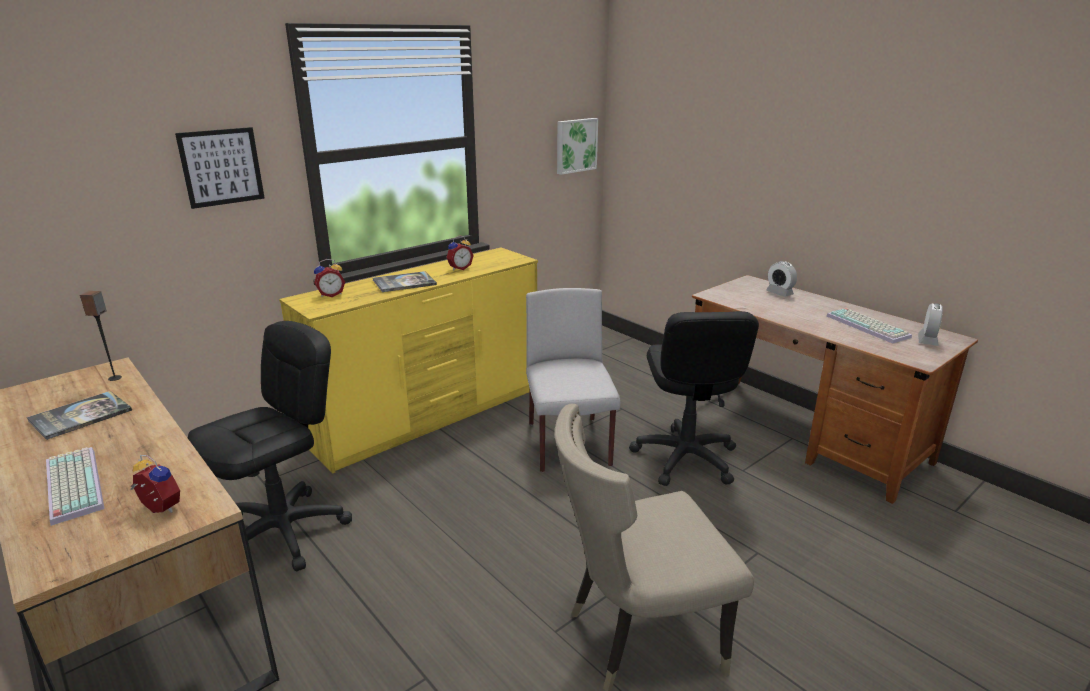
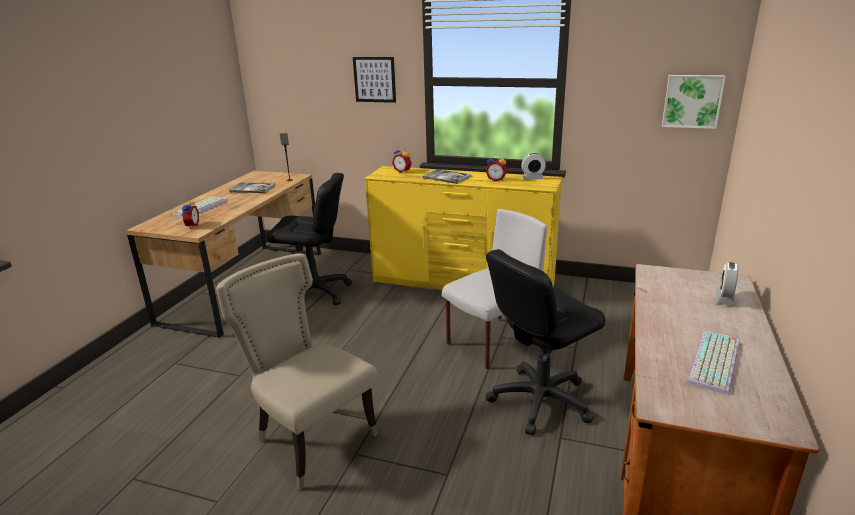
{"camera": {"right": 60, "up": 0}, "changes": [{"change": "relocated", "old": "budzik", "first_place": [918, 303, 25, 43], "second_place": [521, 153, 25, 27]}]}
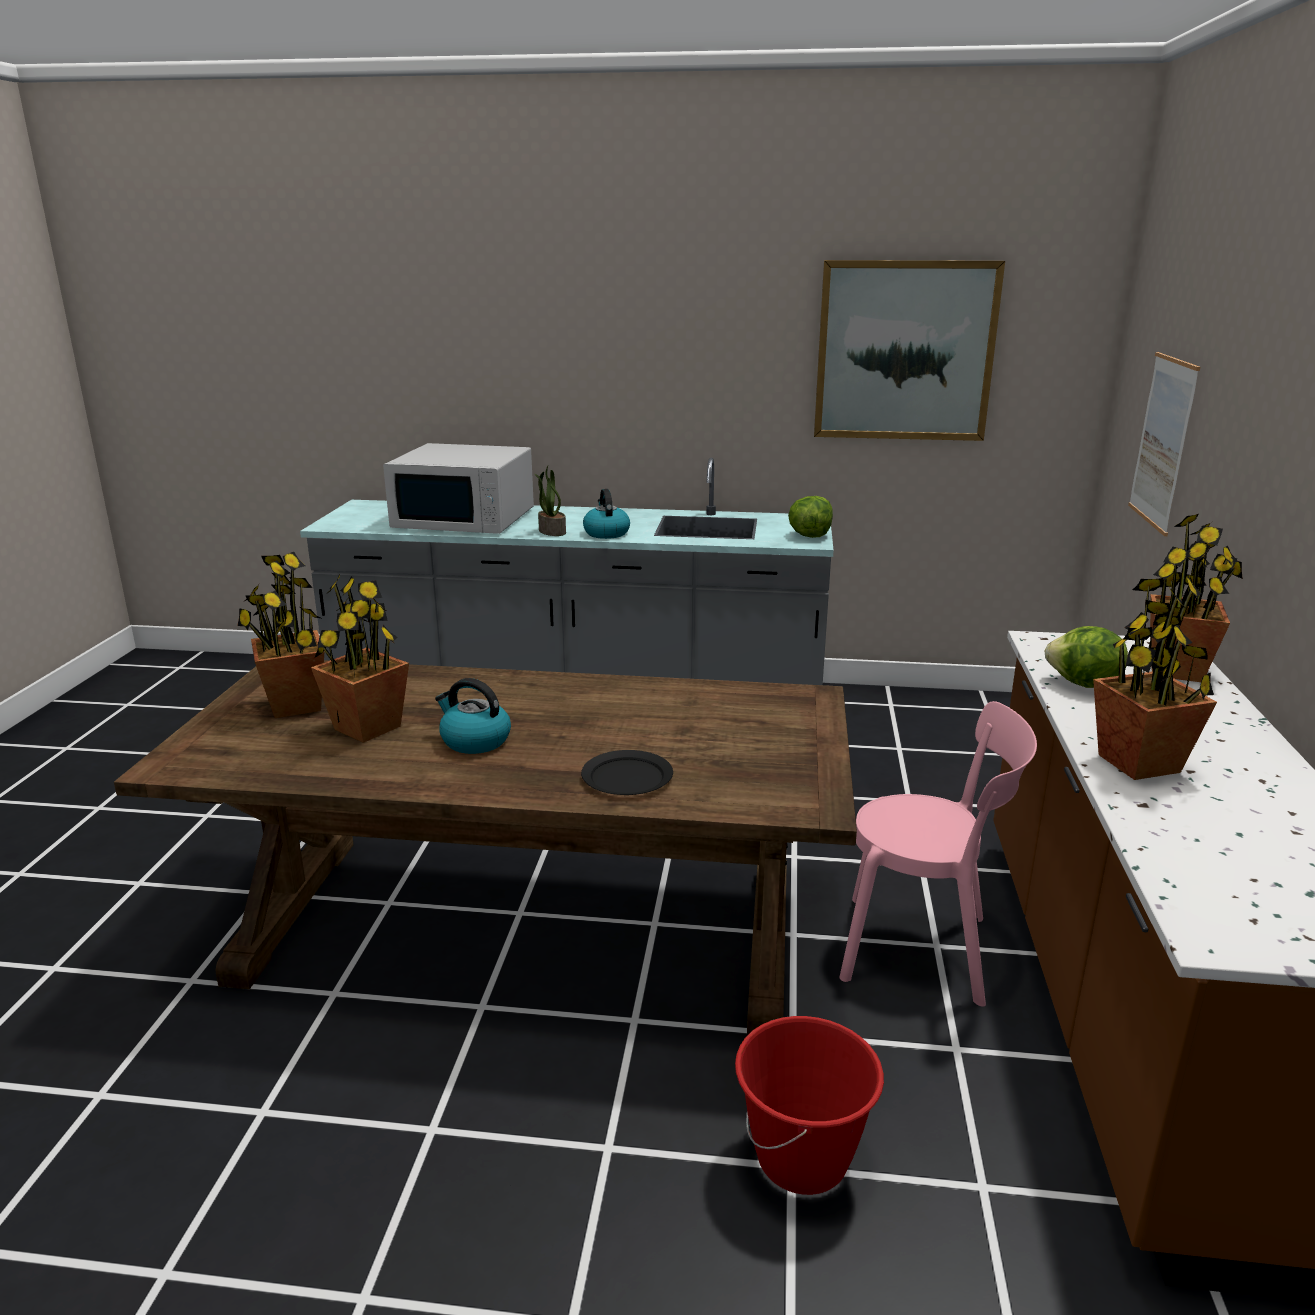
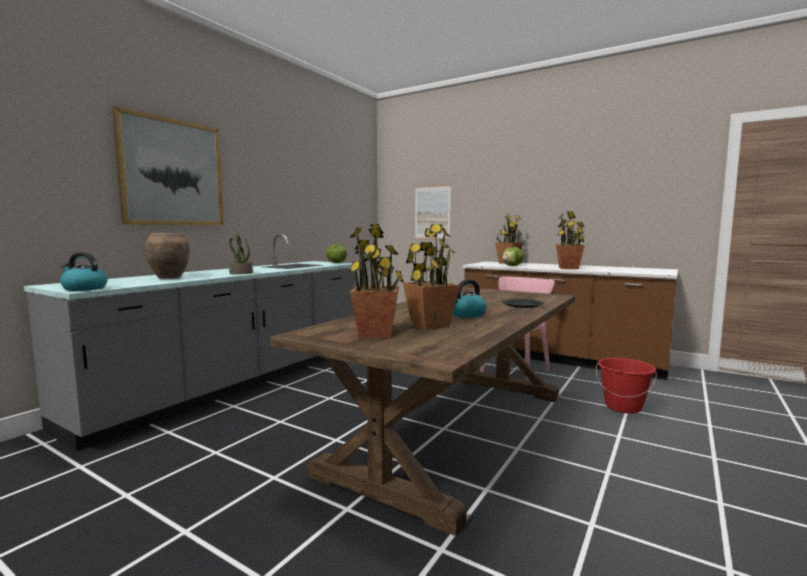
{"camera": {"right": -65, "up": -15}, "changes": [{"change": "relocated", "old": "czajnik", "first_place": [583, 489, 47, 50], "second_place": [60, 252, 48, 39]}, {"change": "relocated", "old": "obraz", "first_place": [814, 260, 191, 181], "second_place": [112, 106, 112, 119]}, {"change": "exchanged", "old": "mikrofalówka/biały", "new": "wazon/brązowy", "first_place": [383, 443, 151, 91], "second_place": [145, 233, 45, 46]}]}
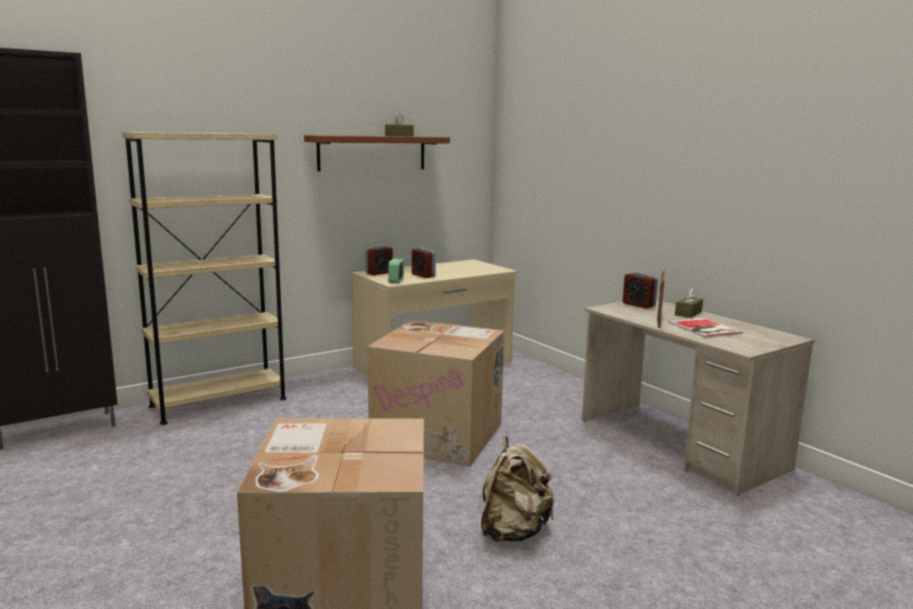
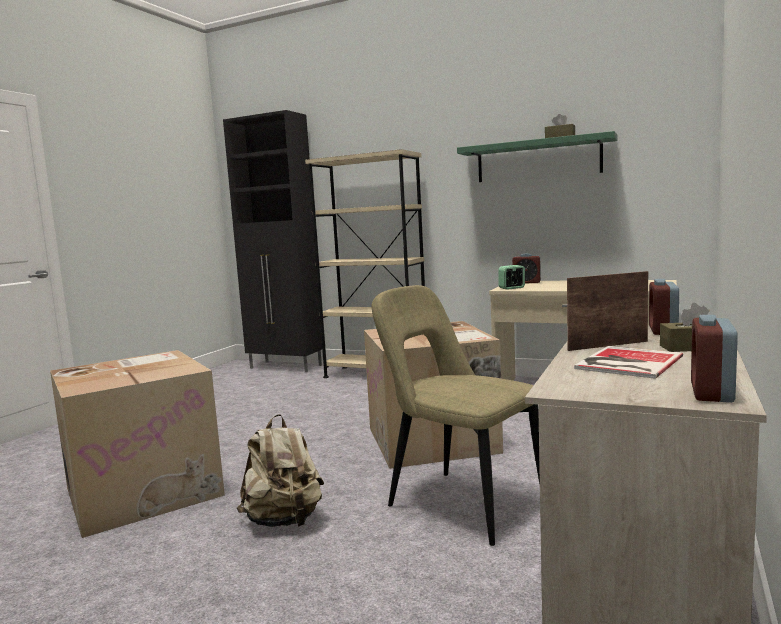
{"camera": {"right": 60, "up": -5}, "changes": [{"change": "appeared", "new": "krzesło/beżowy", "second_place": [372, 285, 168, 261]}, {"change": "relocated", "old": "budzik", "first_place": [412, 247, 24, 31], "second_place": [691, 315, 47, 88]}, {"change": "colour", "old": "półka/brązowy", "new": "półka/zielony", "first_place": [304, 135, 146, 36], "second_place": [457, 131, 160, 51]}]}
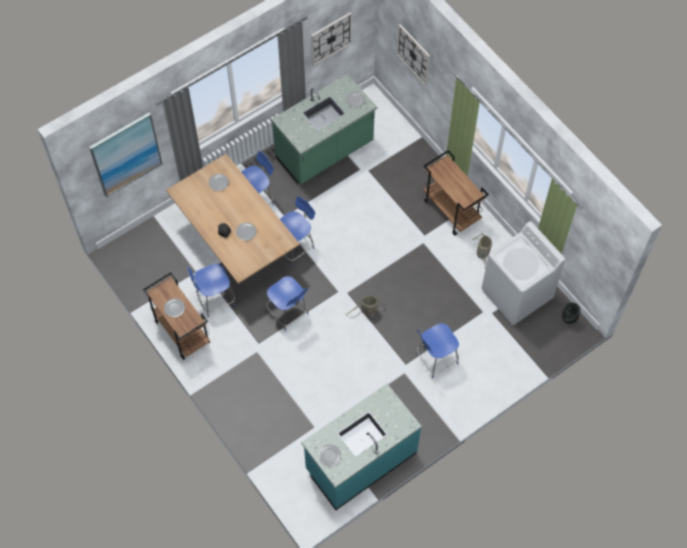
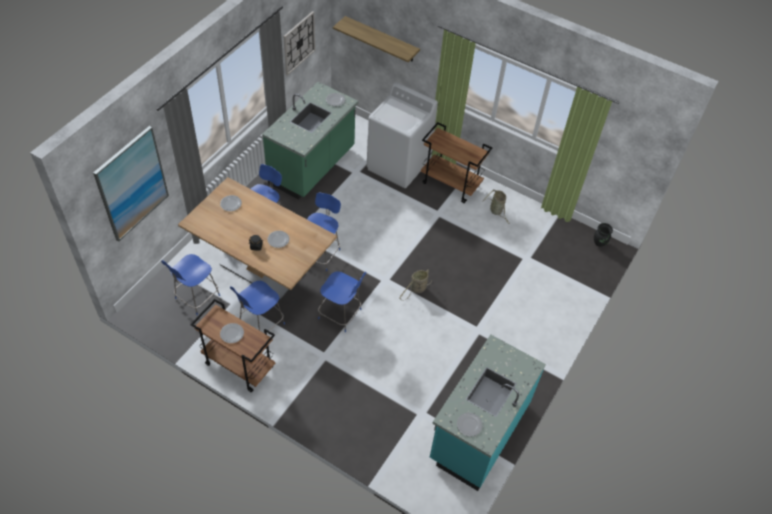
{"camera": {"right": -25, "up": -10}, "changes": [{"change": "relocated", "old": "krzesło/niebieski", "first_place": [416, 323, 43, 55], "second_place": [161, 254, 59, 62]}, {"change": "relocated", "old": "pralka/biały", "first_place": [481, 221, 84, 104], "second_place": [367, 82, 71, 106]}, {"change": "exchanged", "old": "zegar ścienny", "new": "półka", "first_place": [397, 24, 33, 62], "second_place": [333, 16, 87, 46]}]}
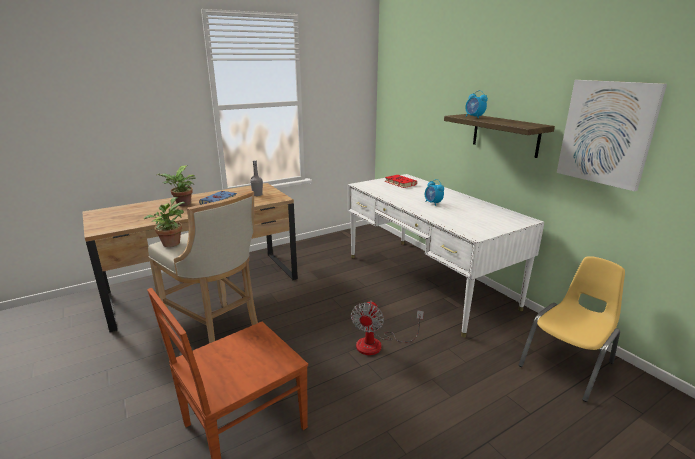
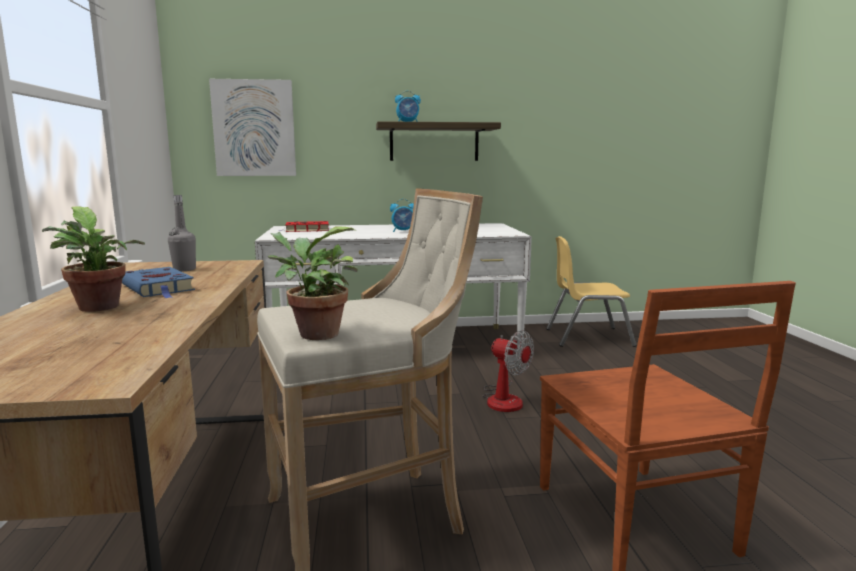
{"camera": {"right": -65, "up": -10}, "changes": [{"change": "relocated", "old": "obraz", "first_place": [557, 80, 110, 111], "second_place": [209, 79, 87, 97]}, {"change": "spun", "old": "krzesło/żółty", "first_place": [519, 256, 106, 146], "second_place": [546, 236, 90, 111], "degrees": -75}]}
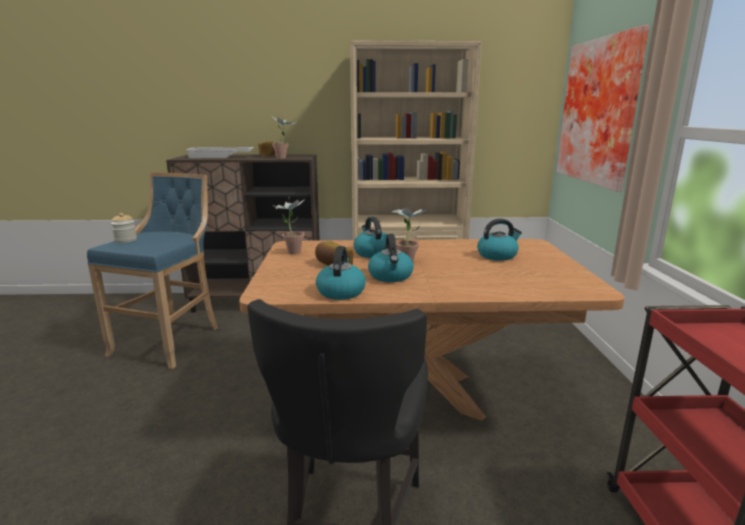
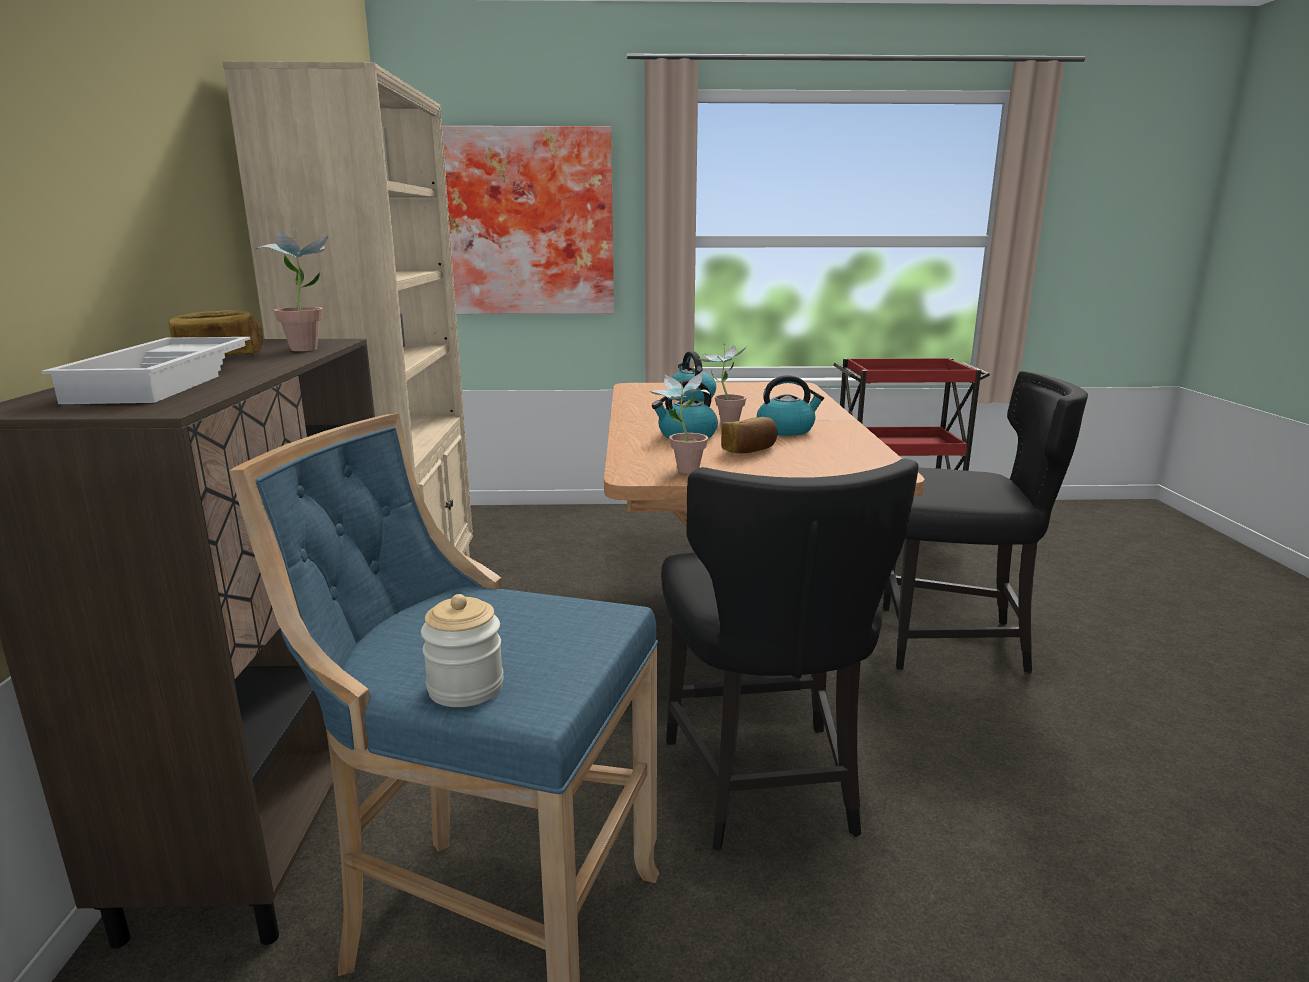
{"camera": {"right": -90, "up": 0}, "changes": [{"change": "missing", "old": "czajnik", "first_place": [316, 246, 50, 54]}, {"change": "appeared", "new": "krzesło/czarny", "second_place": [661, 458, 258, 393]}]}
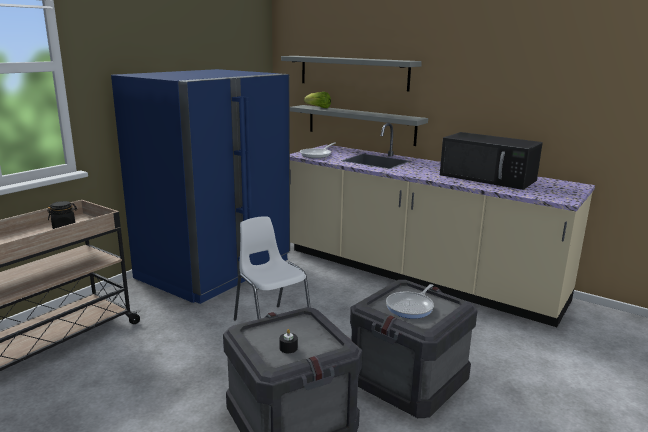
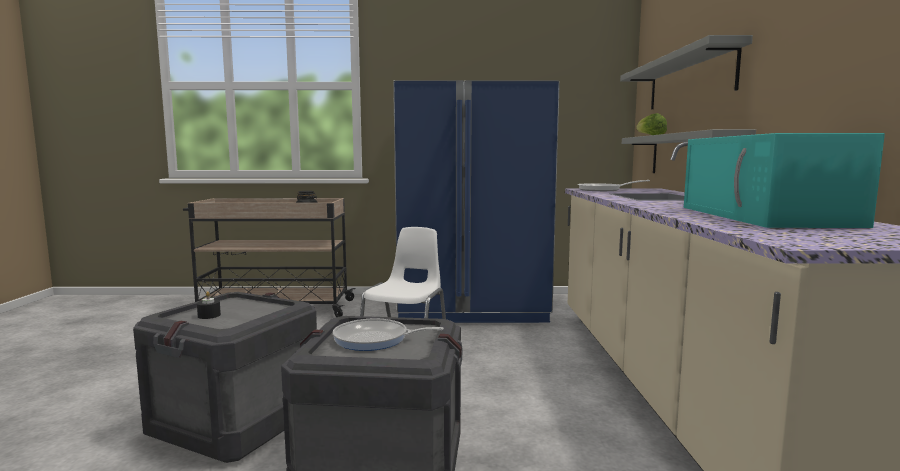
{"camera": {"right": 55, "up": -10}, "changes": [{"change": "colour", "old": "mikrofalówka/czarny", "new": "mikrofalówka/turkusowy", "first_place": [440, 132, 103, 58], "second_place": [684, 133, 201, 95]}]}
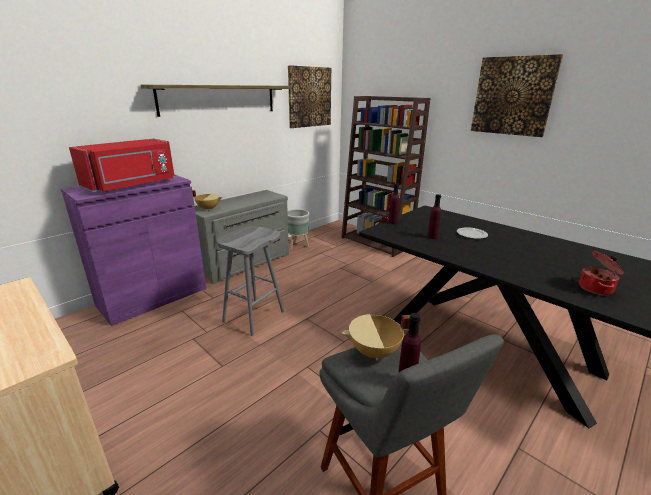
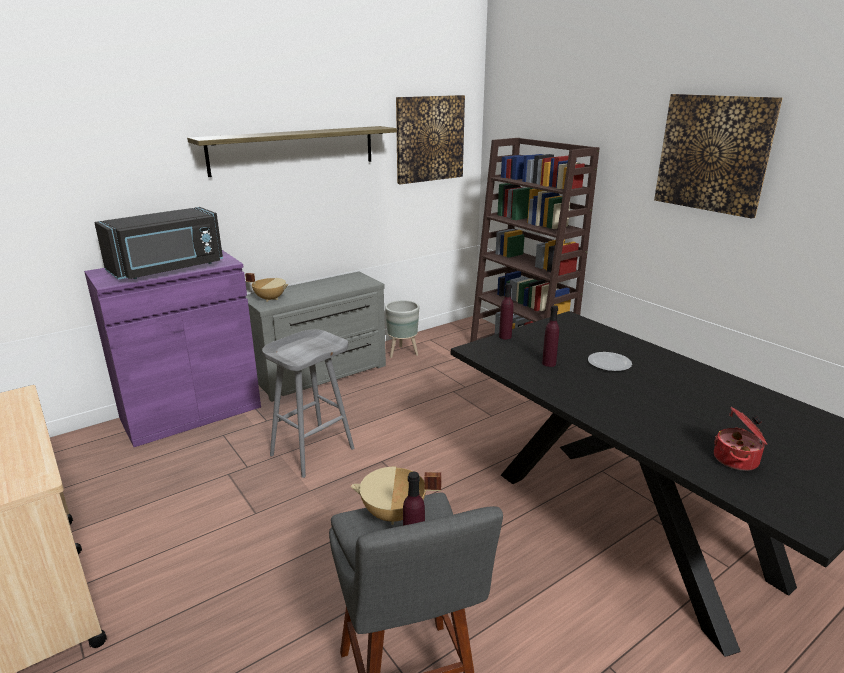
{"camera": {"right": 10, "up": 0}, "changes": [{"change": "colour", "old": "mikrofalówka/czerwony", "new": "mikrofalówka/czarny", "first_place": [69, 139, 106, 54], "second_place": [94, 207, 129, 73]}]}
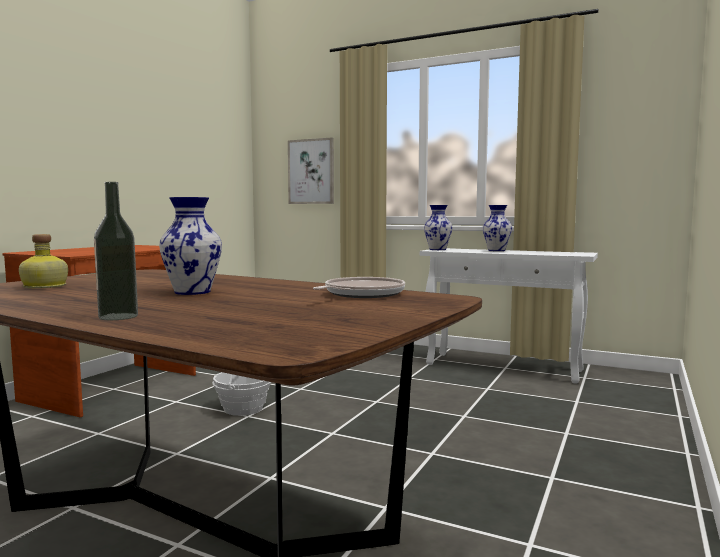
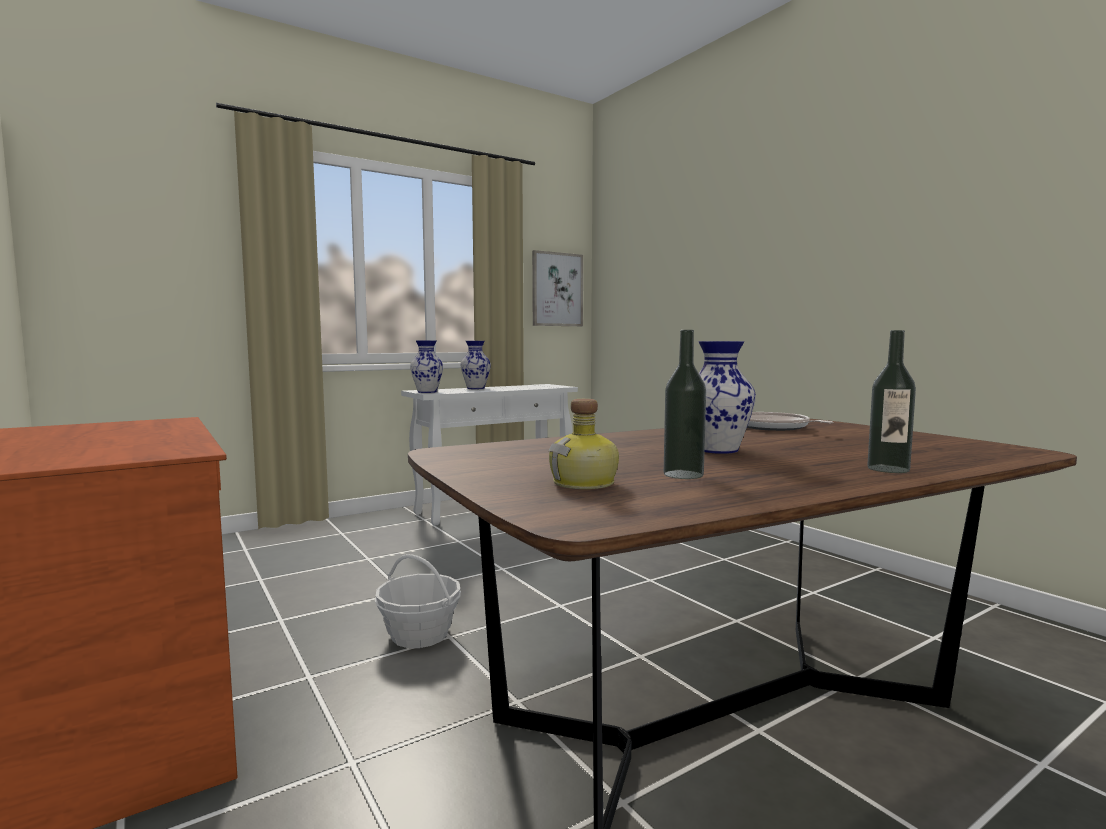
{"camera": {"right": -60, "up": 0}, "changes": [{"change": "appeared", "new": "butelka", "second_place": [664, 330, 42, 149]}, {"change": "relocated", "old": "obraz", "first_place": [288, 137, 46, 67], "second_place": [532, 250, 51, 76]}]}
